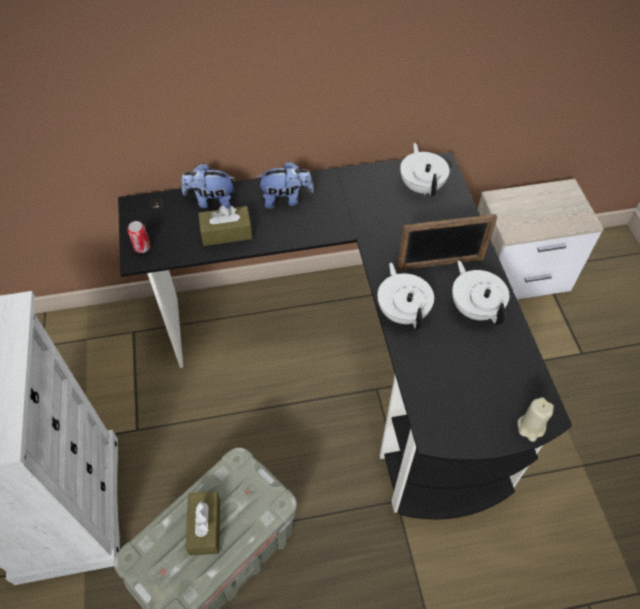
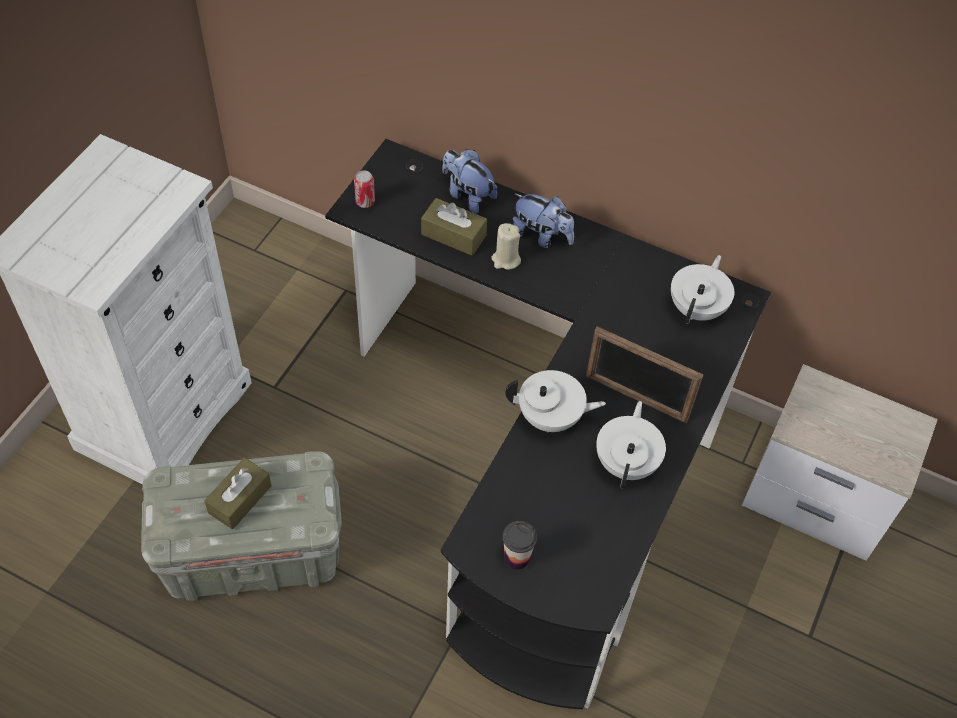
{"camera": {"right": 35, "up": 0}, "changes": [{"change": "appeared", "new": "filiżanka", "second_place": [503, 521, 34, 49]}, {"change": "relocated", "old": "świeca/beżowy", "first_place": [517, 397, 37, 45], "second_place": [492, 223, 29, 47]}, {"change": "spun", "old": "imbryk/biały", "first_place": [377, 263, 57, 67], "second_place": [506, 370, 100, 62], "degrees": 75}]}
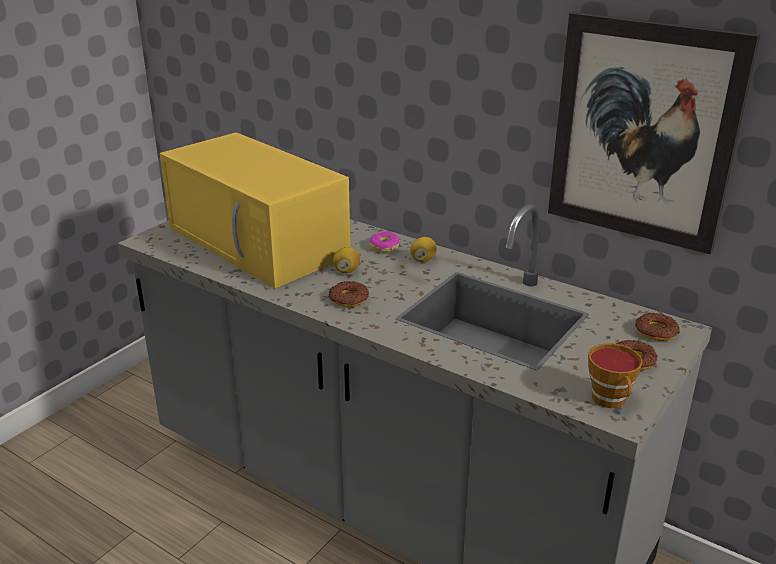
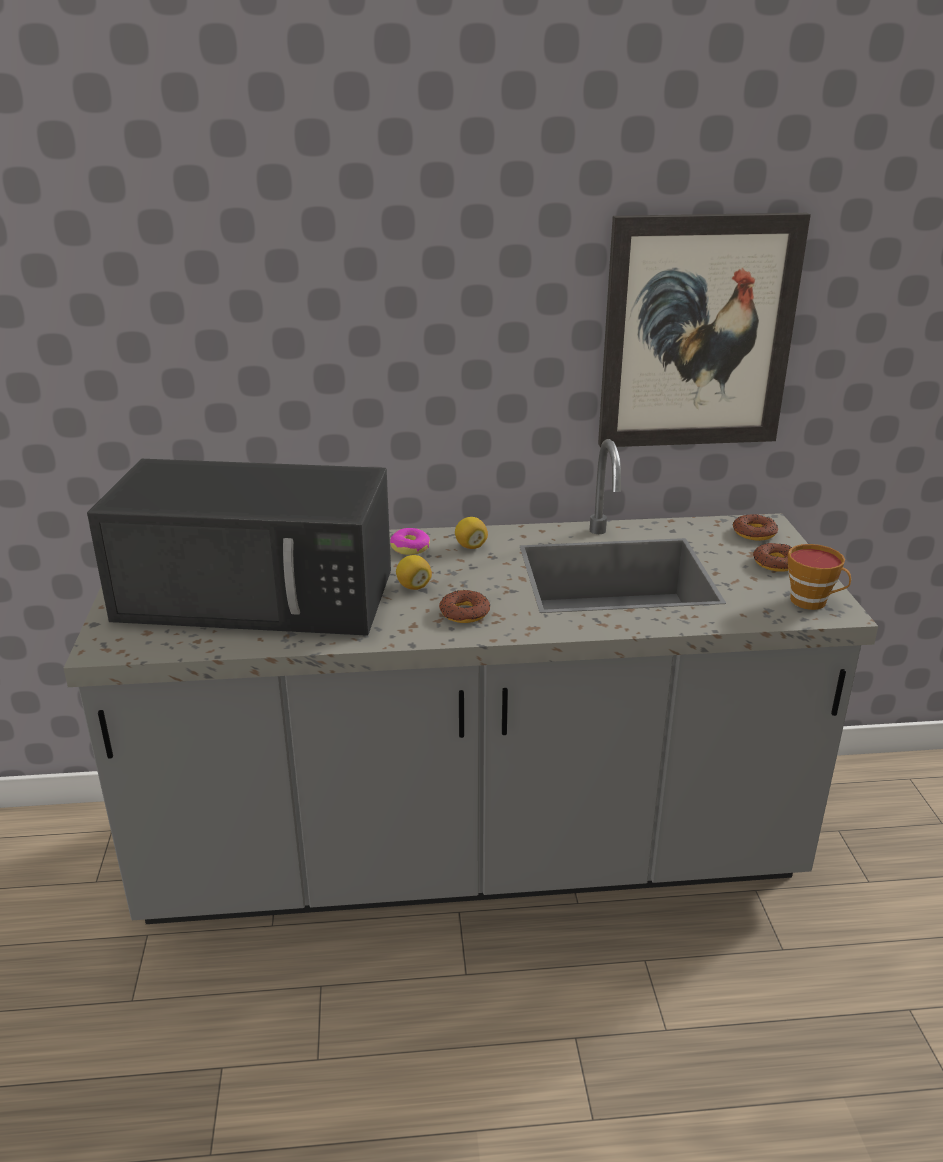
{"camera": {"right": -40, "up": 0}, "changes": [{"change": "colour", "old": "mikrofalówka/żółty", "new": "mikrofalówka/czarny", "first_place": [160, 132, 190, 156], "second_place": [87, 459, 304, 177]}]}
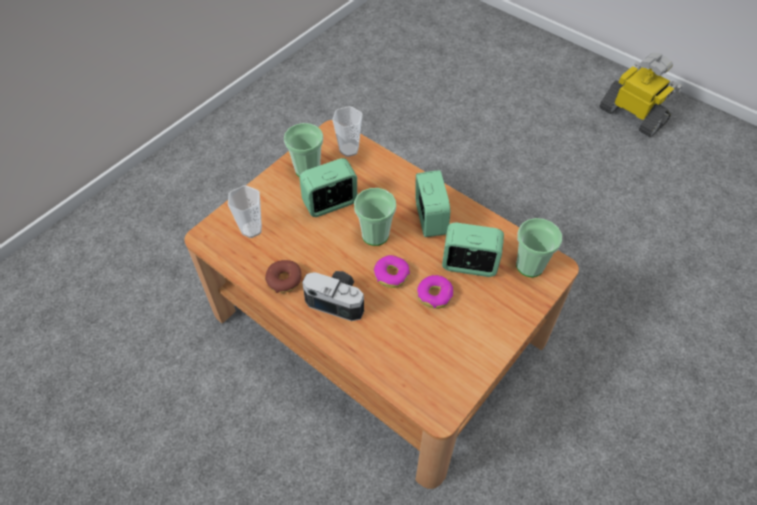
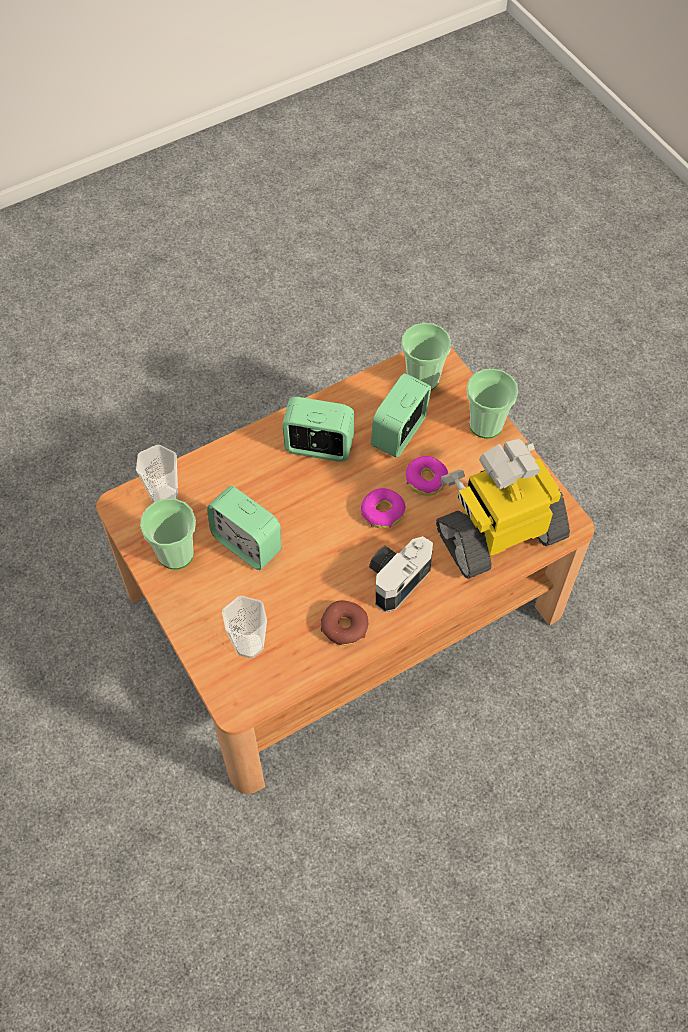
{"camera": {"right": -70, "up": 5}, "changes": [{"change": "relocated", "old": "filiżanka", "first_place": [354, 188, 42, 58], "second_place": [466, 369, 52, 69]}, {"change": "relocated", "old": "robot zabawkowy", "first_place": [599, 52, 83, 85], "second_place": [436, 439, 134, 140]}, {"change": "spun", "old": "budzik", "first_place": [299, 158, 58, 59], "second_place": [207, 486, 74, 84], "degrees": -45}]}
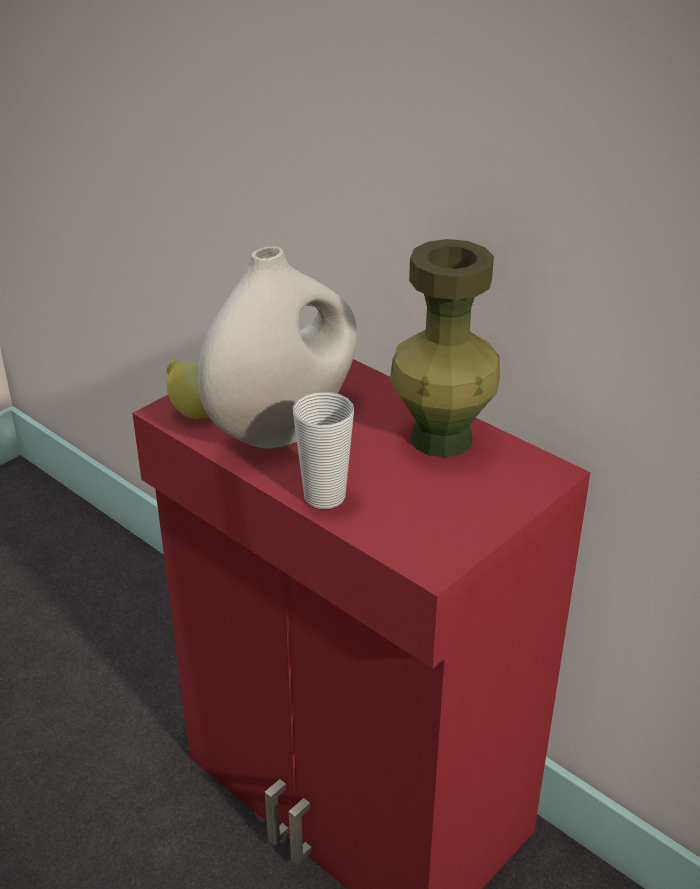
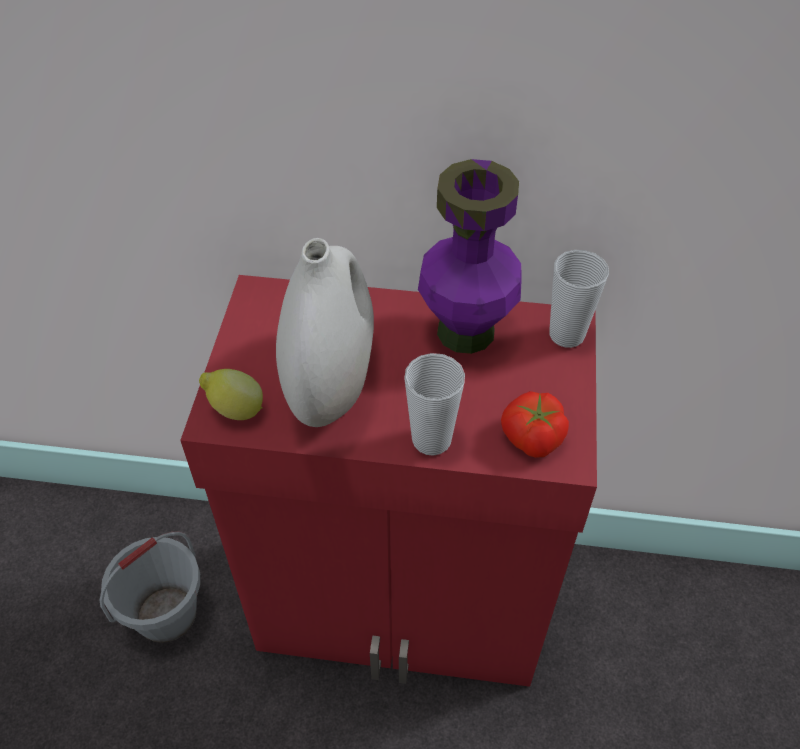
{"camera": {"right": -35, "up": 15}, "changes": [{"change": "appeared", "new": "wiadro/szary", "second_place": [100, 531, 100, 112]}, {"change": "appeared", "new": "pomidor", "second_place": [501, 391, 68, 67]}, {"change": "appeared", "new": "filiżanka", "second_place": [549, 250, 60, 98]}, {"change": "colour", "old": "wazon/zielony", "new": "wazon/fioletowy", "first_place": [390, 239, 110, 218], "second_place": [418, 159, 104, 195]}]}
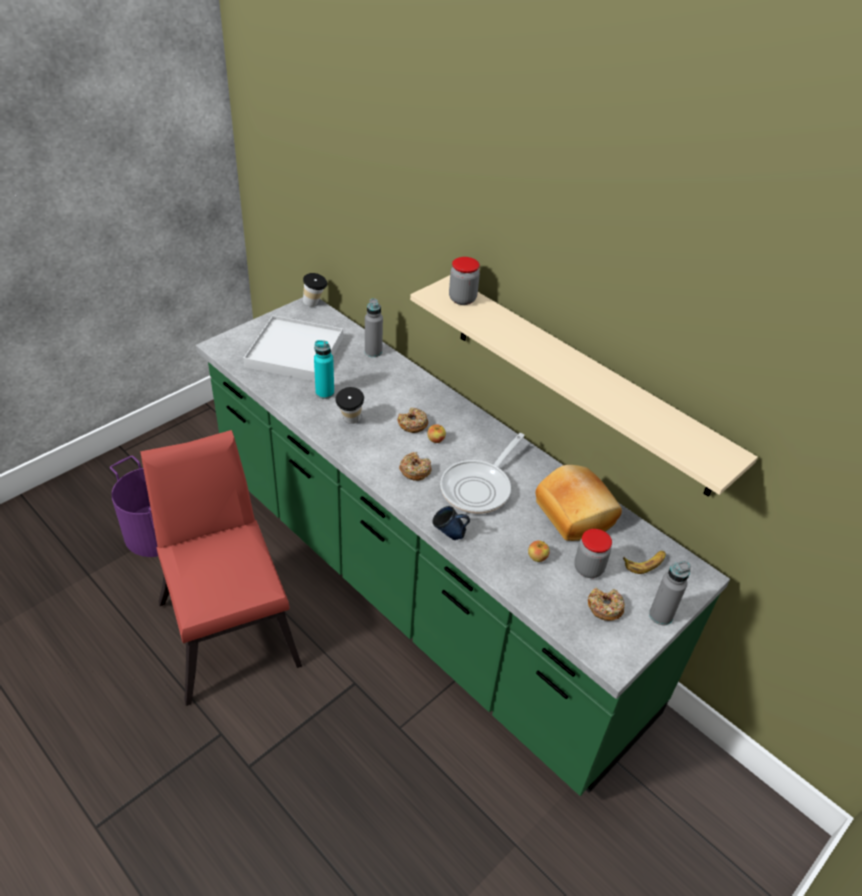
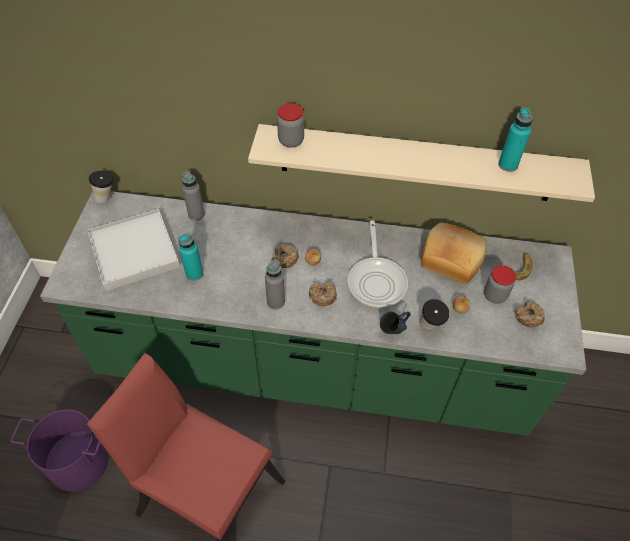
{"camera": {"right": -35, "up": 10}, "changes": [{"change": "appeared", "new": "butelka/turkusowy", "second_place": [498, 108, 35, 64]}, {"change": "relocated", "old": "filiżanka", "first_place": [335, 387, 29, 37], "second_place": [419, 299, 30, 31]}, {"change": "relocated", "old": "butelka/szary", "first_place": [649, 561, 42, 64], "second_place": [265, 260, 20, 49]}]}
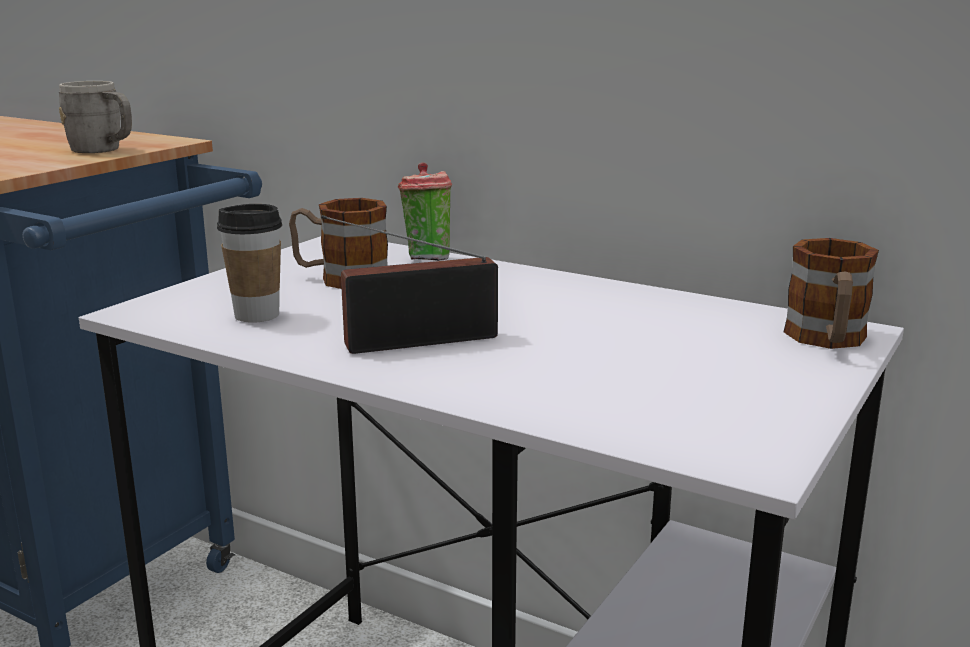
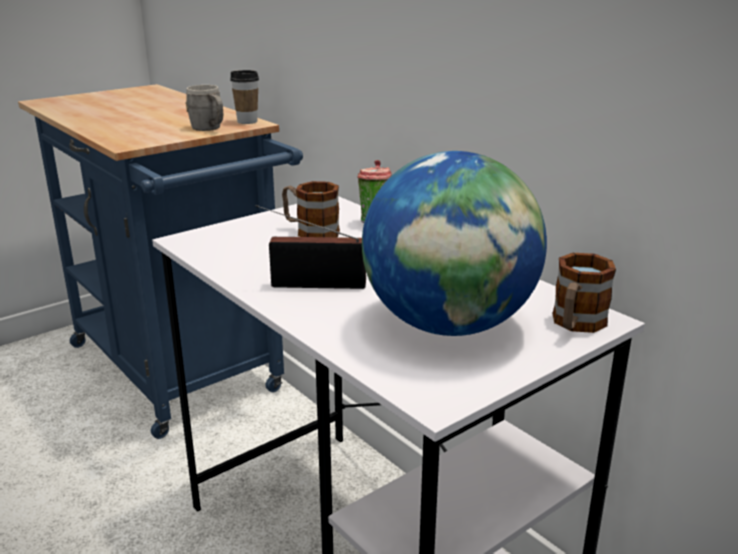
{"camera": {"right": 20, "up": 5}, "changes": [{"change": "appeared", "new": "globus", "second_place": [362, 151, 185, 185]}, {"change": "relocated", "old": "filiżanka", "first_place": [217, 204, 65, 119], "second_place": [230, 70, 29, 54]}]}
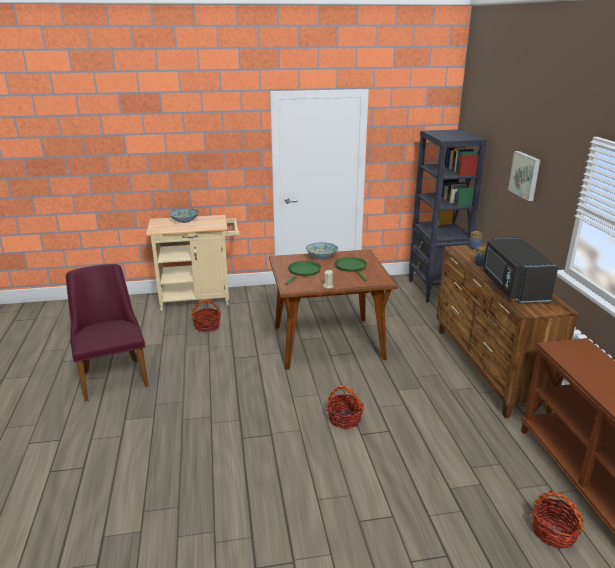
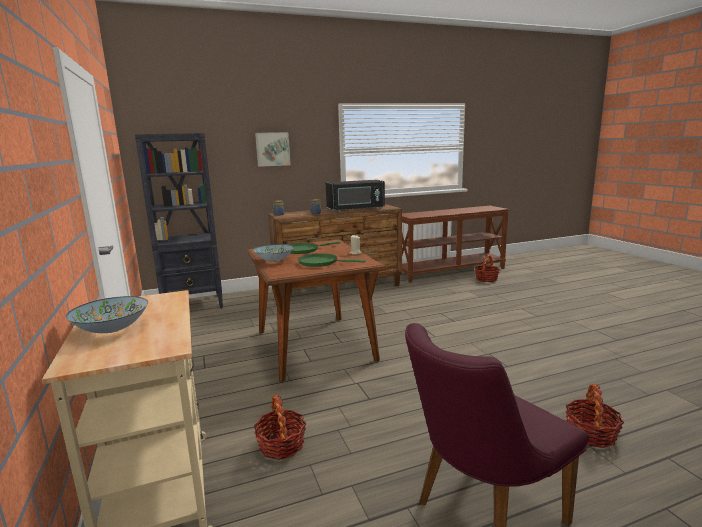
{"camera": {"right": -100, "up": -10}, "changes": [{"change": "relocated", "old": "koszyk", "first_place": [327, 386, 37, 43], "second_place": [566, 384, 58, 64]}]}
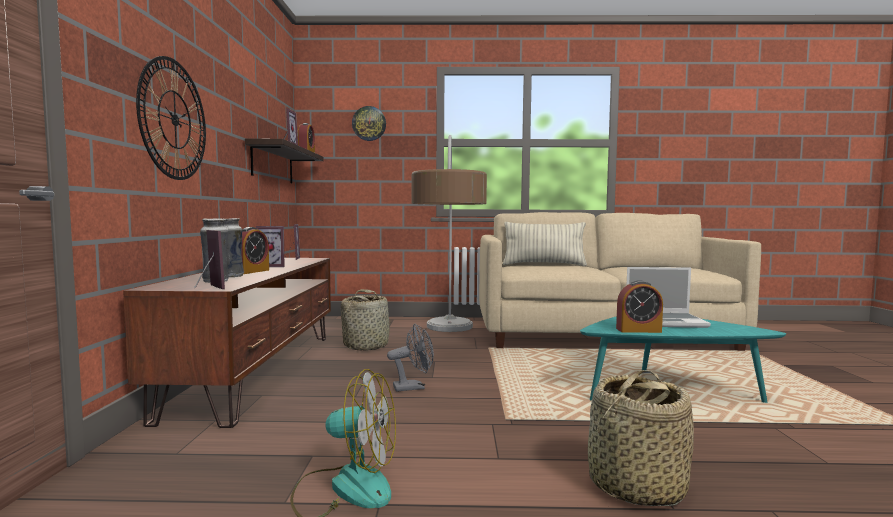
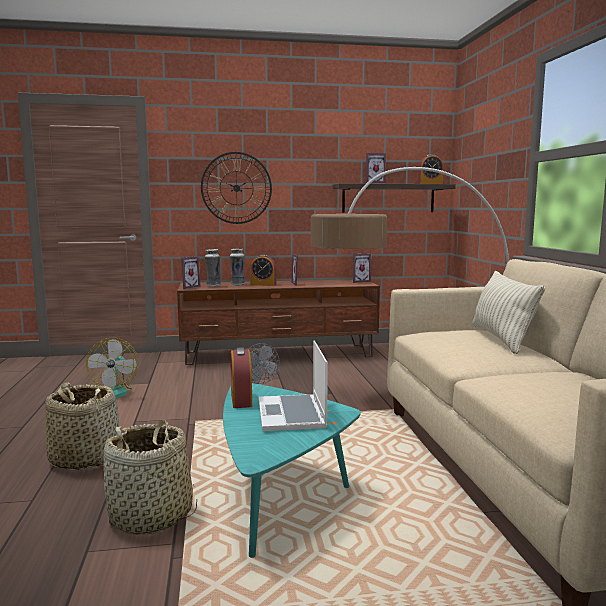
{"camera": {"right": 80, "up": 5}, "changes": [{"change": "missing", "old": "zegar ścienny", "first_place": [352, 106, 34, 35]}, {"change": "relocated", "old": "koszyk", "first_place": [341, 289, 50, 62], "second_place": [103, 419, 94, 116]}]}
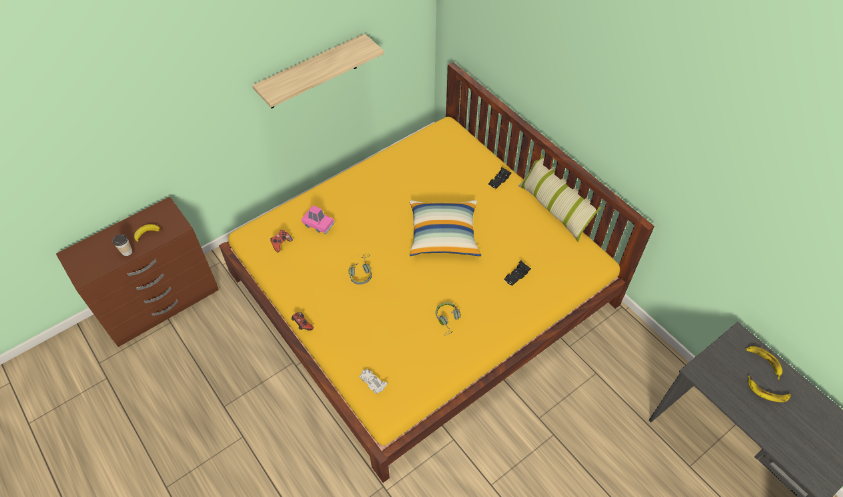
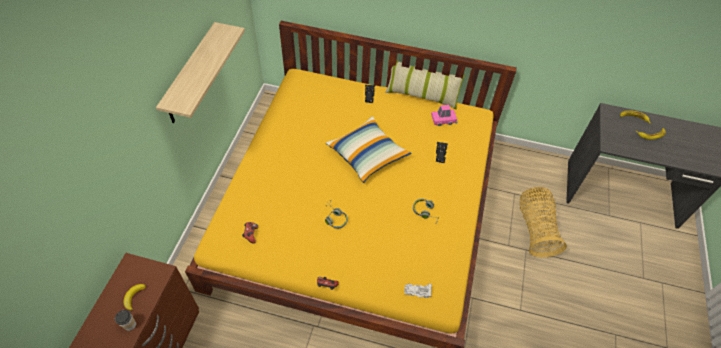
{"camera": {"right": -40, "up": 0}, "changes": [{"change": "appeared", "new": "koszyk", "second_place": [519, 187, 48, 70]}, {"change": "relocated", "old": "samochodzik/różowy", "first_place": [301, 205, 34, 29], "second_place": [431, 105, 26, 21]}]}
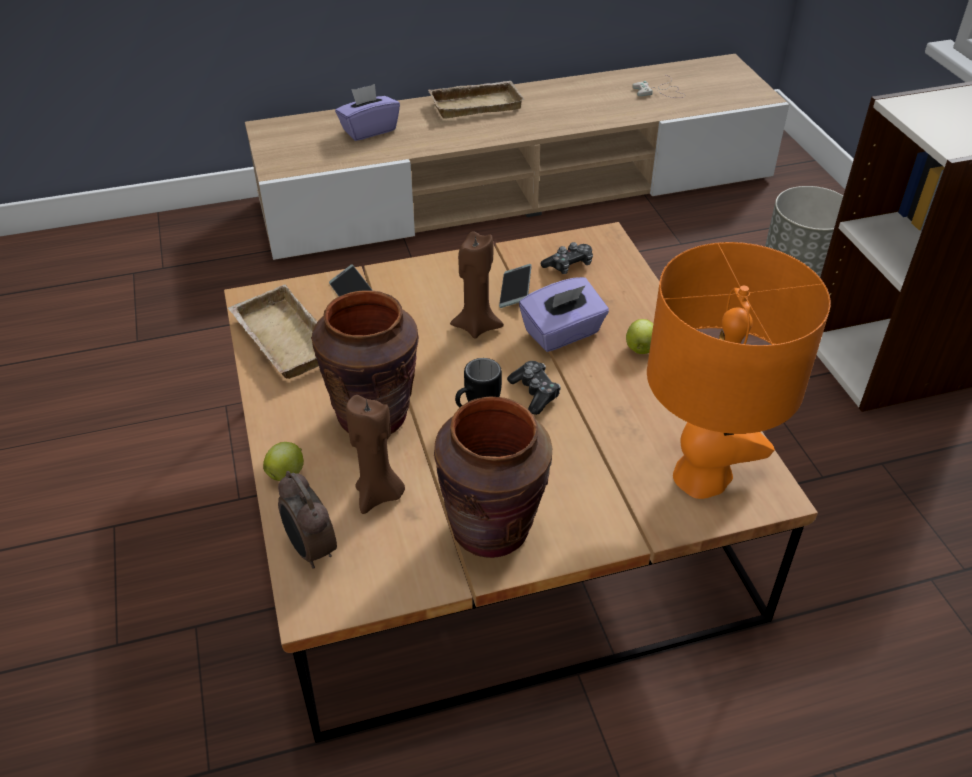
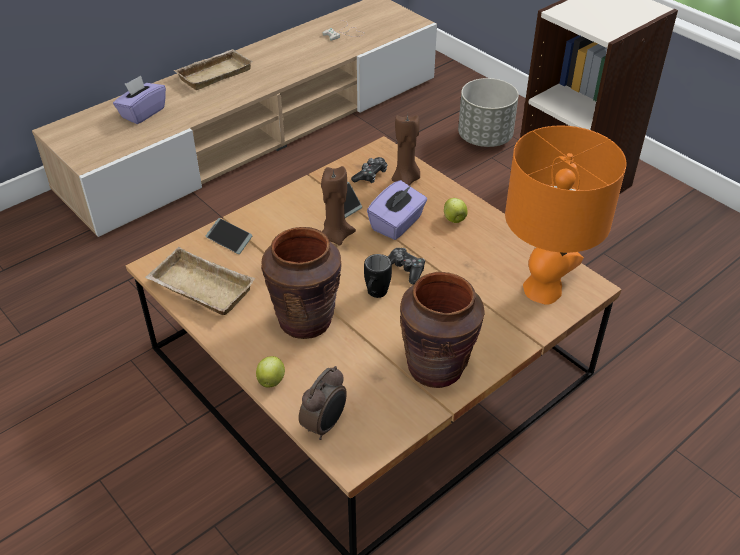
{"camera": {"right": -25, "up": 0}, "changes": [{"change": "relocated", "old": "świeca/brązowy", "first_place": [346, 395, 59, 119], "second_place": [392, 114, 28, 72]}, {"change": "spun", "old": "budzik", "first_place": [278, 471, 59, 98], "second_place": [299, 366, 48, 74], "degrees": -90}]}
